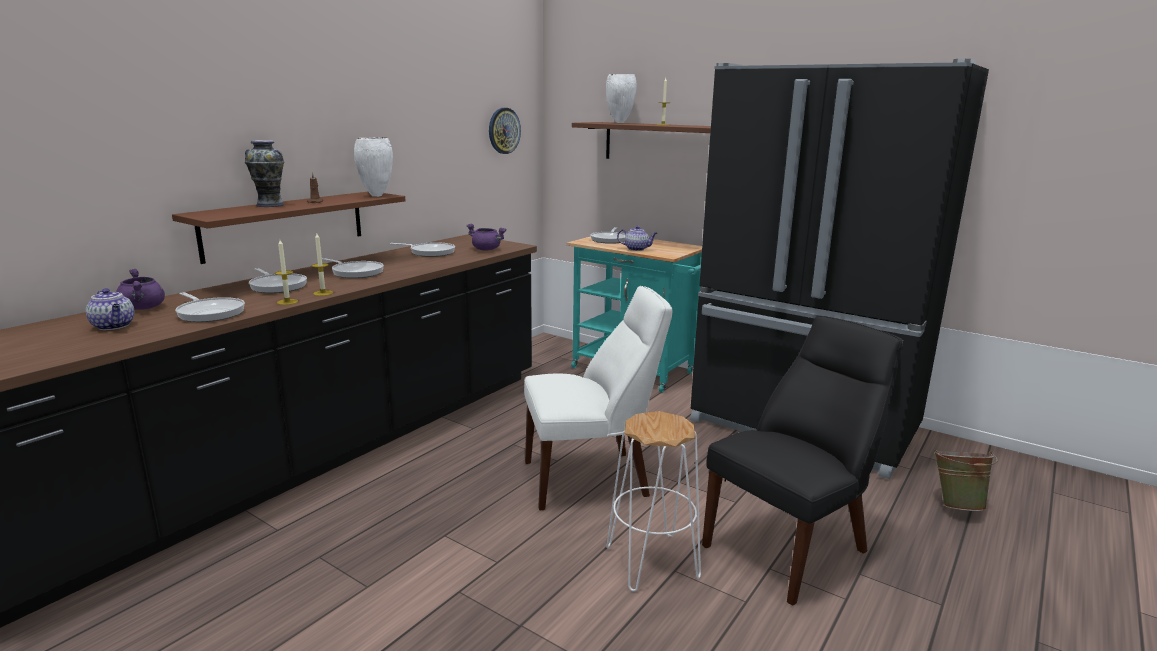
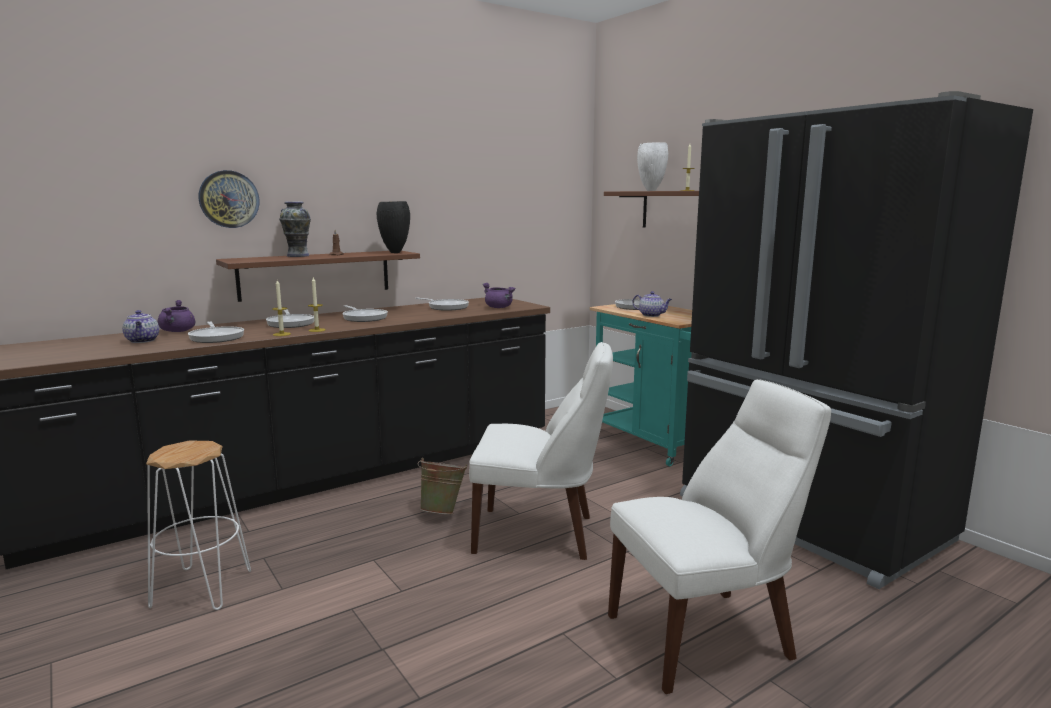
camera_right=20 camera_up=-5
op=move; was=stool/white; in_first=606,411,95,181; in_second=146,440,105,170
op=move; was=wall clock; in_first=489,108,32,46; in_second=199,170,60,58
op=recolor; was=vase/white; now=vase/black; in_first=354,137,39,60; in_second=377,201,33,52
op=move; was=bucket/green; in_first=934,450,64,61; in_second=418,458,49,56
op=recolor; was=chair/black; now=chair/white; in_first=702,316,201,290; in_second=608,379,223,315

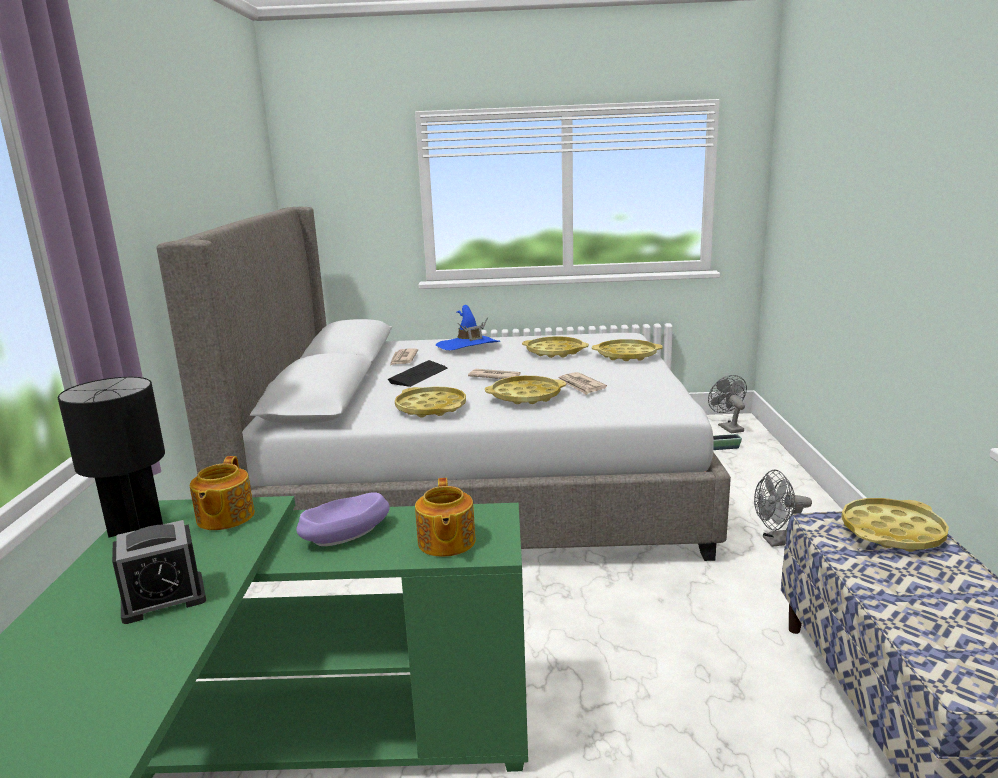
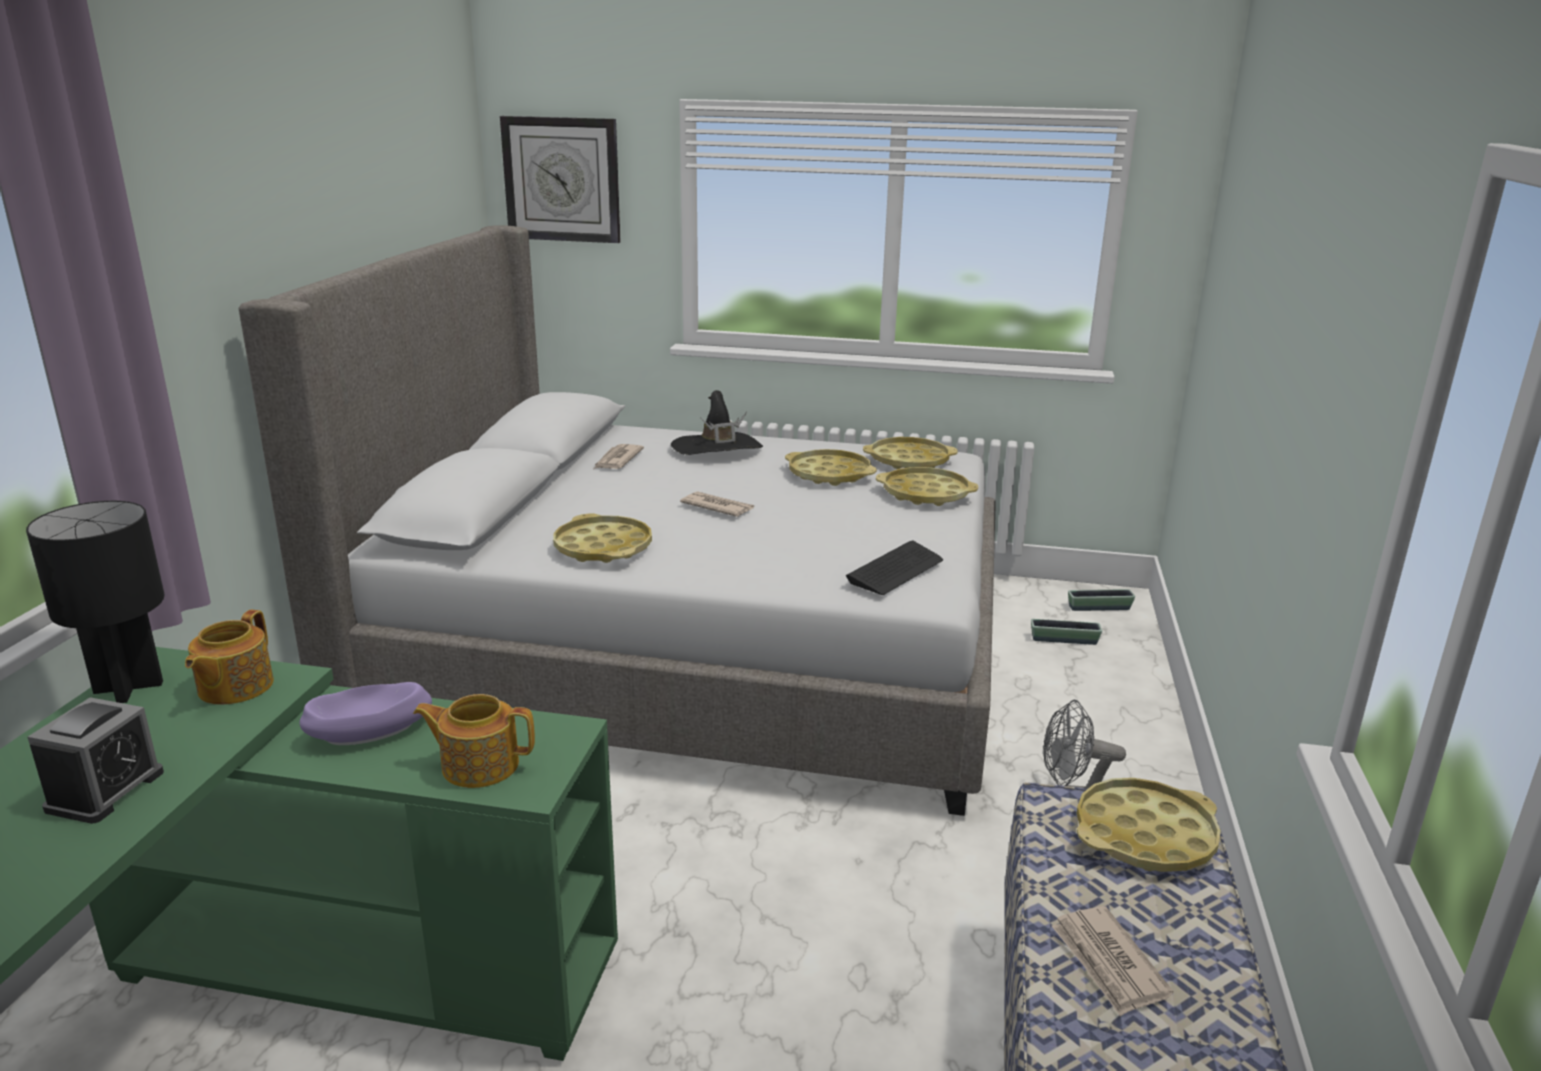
camera_right=10 camera_up=5
op=rotate; was=alarm clock; in_first=112,520,94,104; in_second=28,697,136,127; clockwise=-60
op=rotate; was=teapot; in_first=415,478,61,79; in_second=413,694,122,94; clockwise=90
op=insert; now=wall clock; in_second=500,116,121,127
op=recolor; was=hat/blue; now=hat/black; in_first=436,305,64,45; in_second=671,390,92,65
op=move; was=keyboard; in_first=388,360,59,27; in_second=846,540,97,55
op=move; was=tray/yellow; in_first=485,376,81,28; in_second=863,437,95,32
op=move; was=newspaper; in_first=557,372,50,23; in_second=1052,906,121,111
op=replace; was=fan/grey; now=planter; in_first=708,375,39,59; in_second=1068,589,67,22

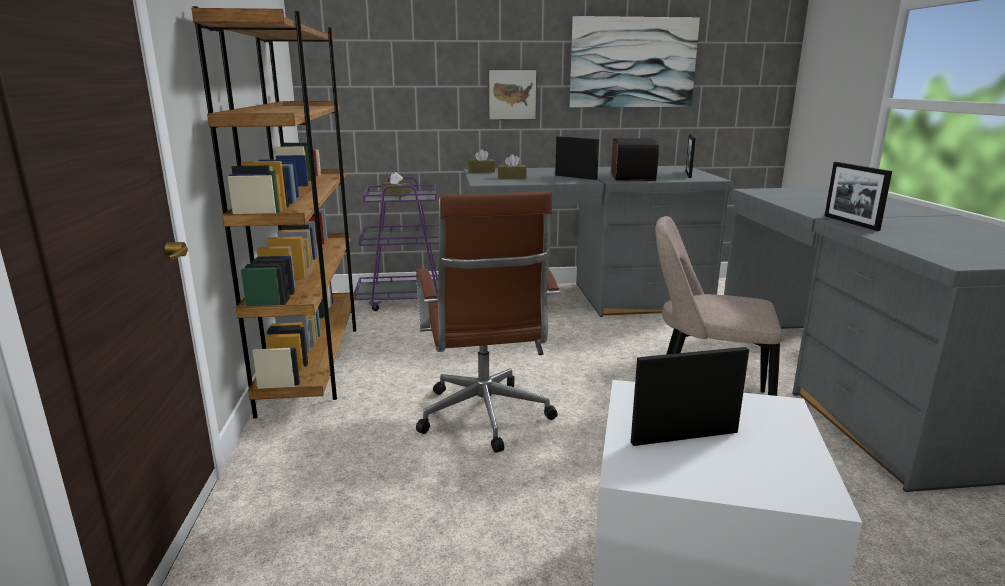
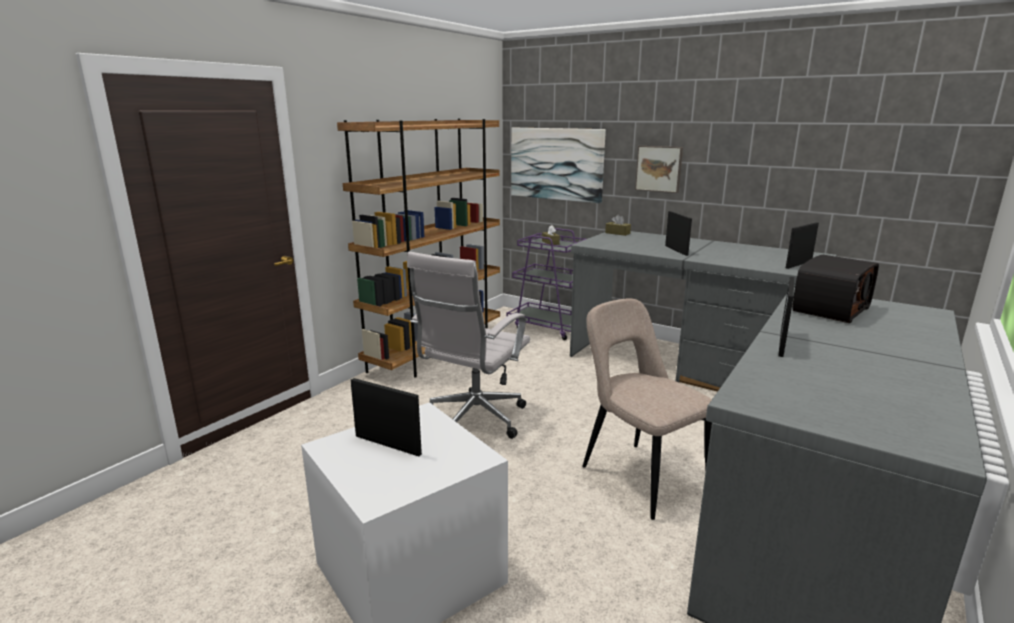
camera_right=40 camera_up=0
op=recolor; was=office chair/brown; now=office chair/white; in_first=416,191,144,262; in_second=407,252,123,187
op=move; was=picture; in_first=570,16,130,91; in_second=511,128,95,75
op=move; was=radio; in_first=611,138,48,43; in_second=792,255,87,68
op=delete; was=tissue box/brown; in_first=498,154,29,25

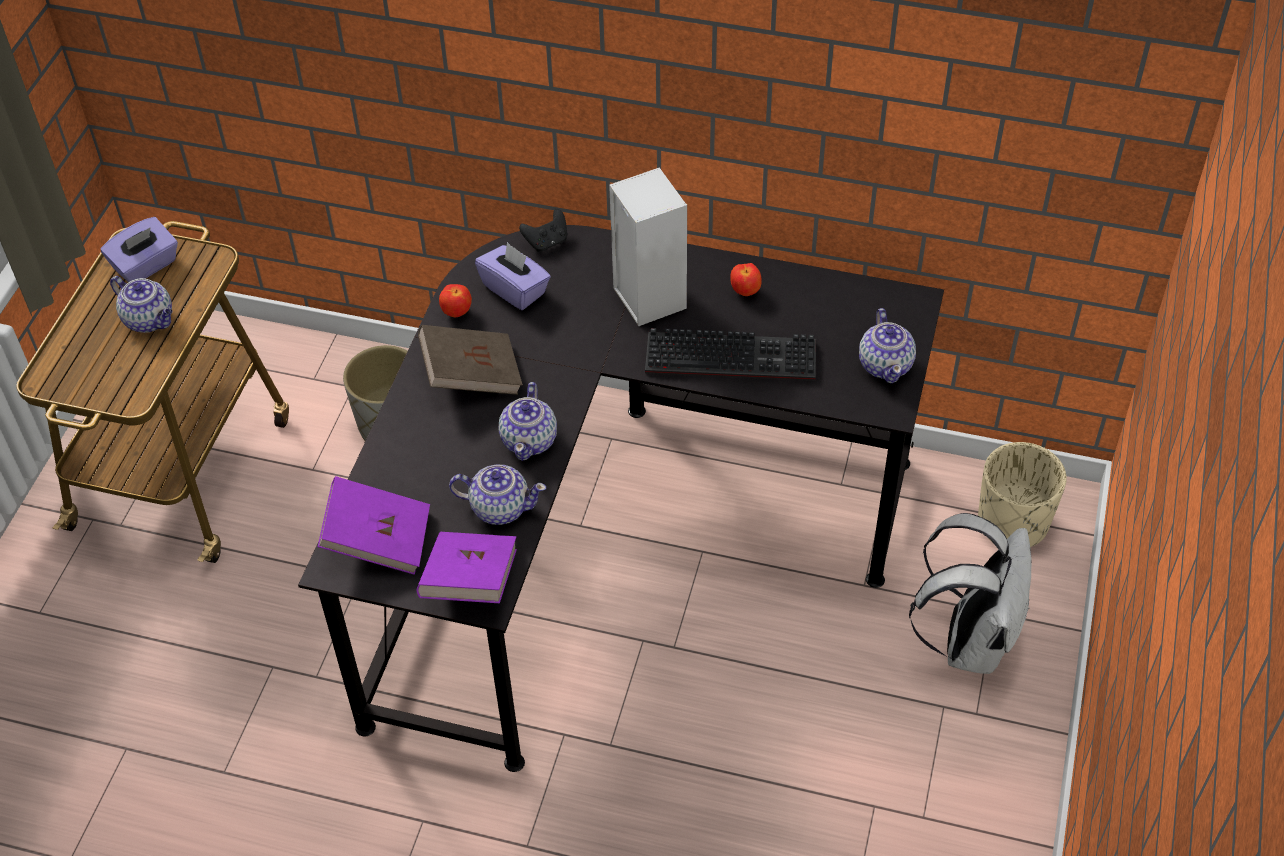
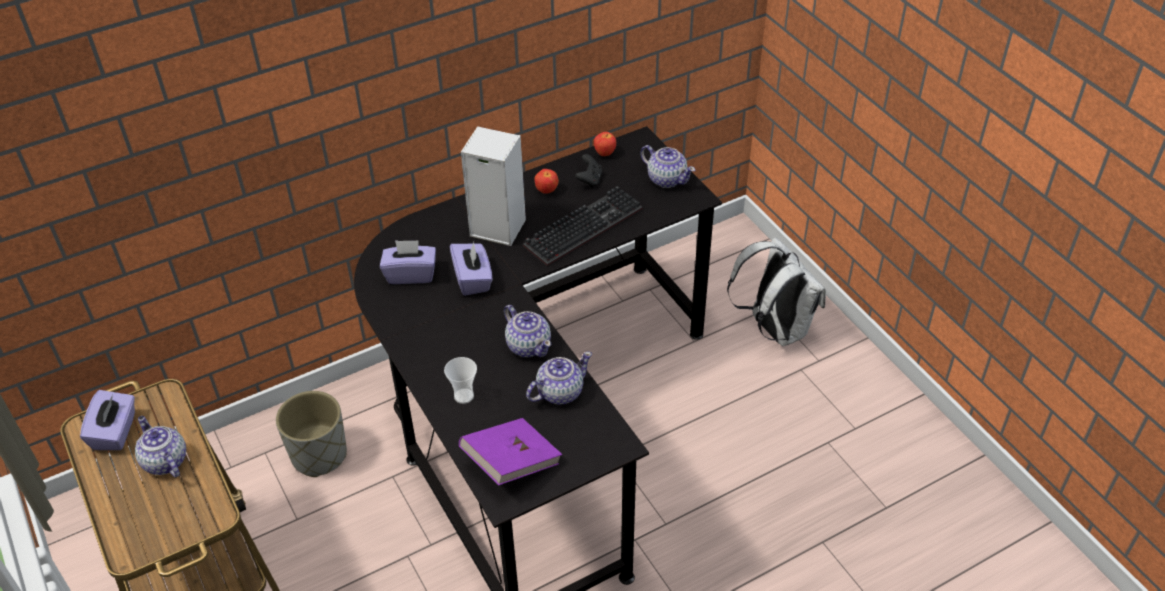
camera_right=-45 camera_up=-5
op=rotate; was=teapot; in_first=110,276,63,57; in_second=135,416,51,61; clockwise=-120
op=insert; now=cup; in_second=444,357,33,47
op=insert; now=tissue box/purple; in_second=450,242,43,54
op=move; was=game controller/black; in_first=519,209,48,43; in_second=575,154,27,34
op=move; was=apple; in_first=439,284,33,33; in_second=594,132,22,24
op=delete; was=book/purple; in_first=417,532,100,71
op=delete; was=book/brown; in_first=418,325,105,70
op=delete; was=planter/beige; in_first=978,442,89,105

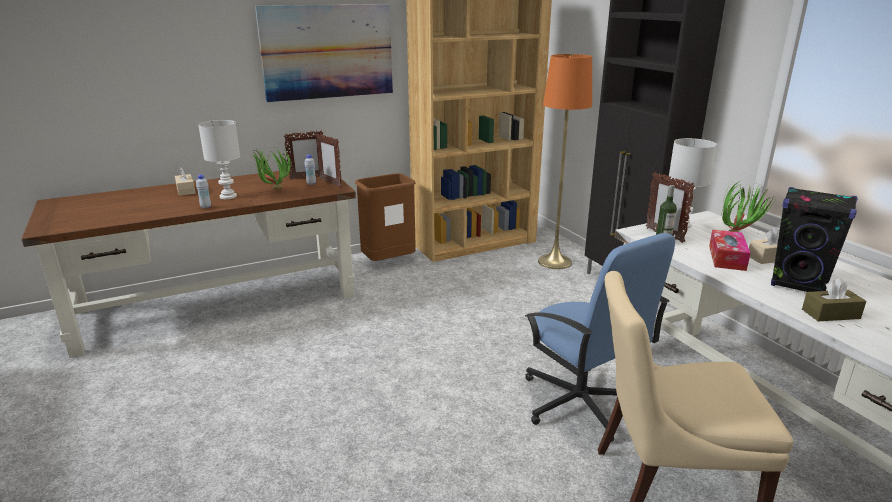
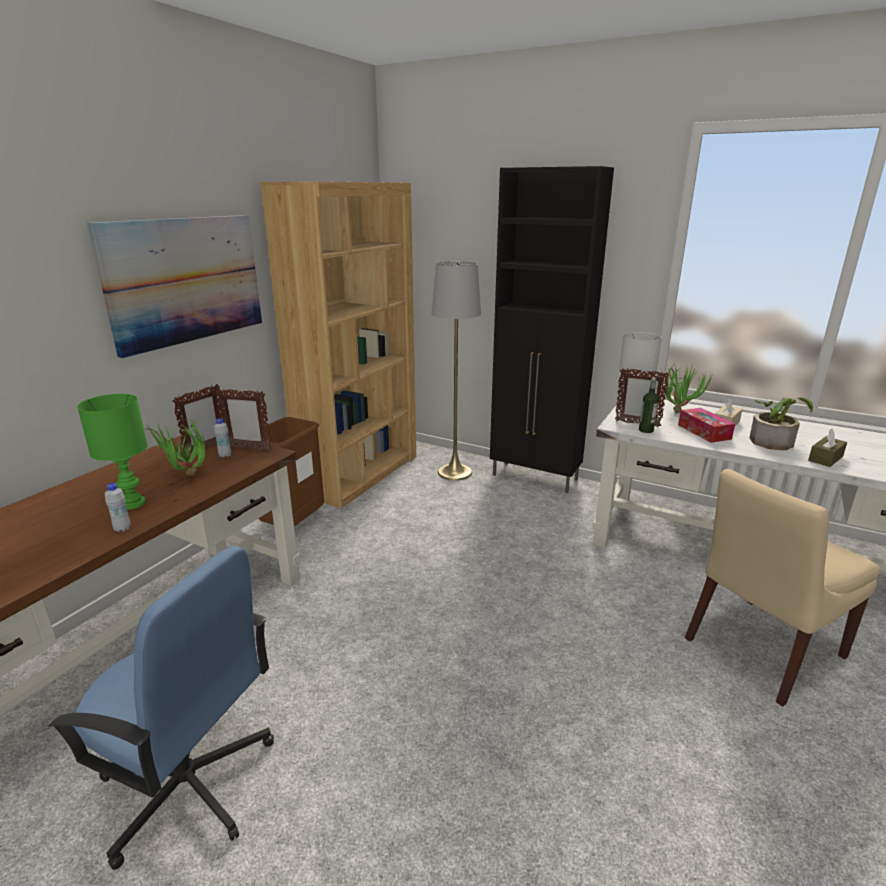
camera_right=-35 camera_up=0
op=move; was=office chair/blue; in_first=525,233,150,209; in_second=48,546,226,324
op=recolor; was=table lamp/white; now=table lamp/green; in_first=198,120,42,79; in_second=77,394,71,116
op=recolor; was=floor lamp/orange; now=floor lamp/grey; in_first=538,54,54,215; in_second=432,261,49,219
op=replace; was=speaker/black; now=potted plant; in_first=771,187,86,105; in_second=749,398,64,52
op=delete; was=tissue box/beige; in_first=175,167,20,29

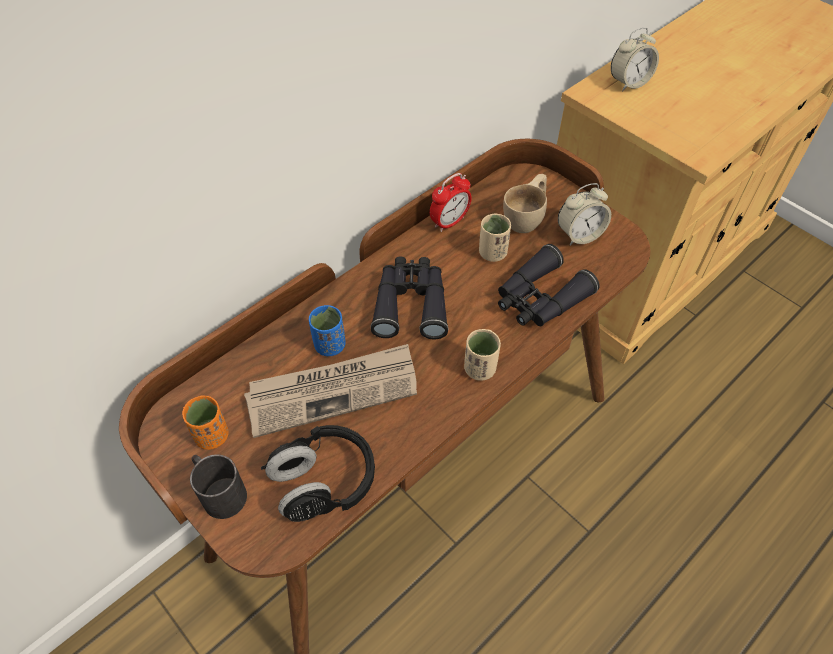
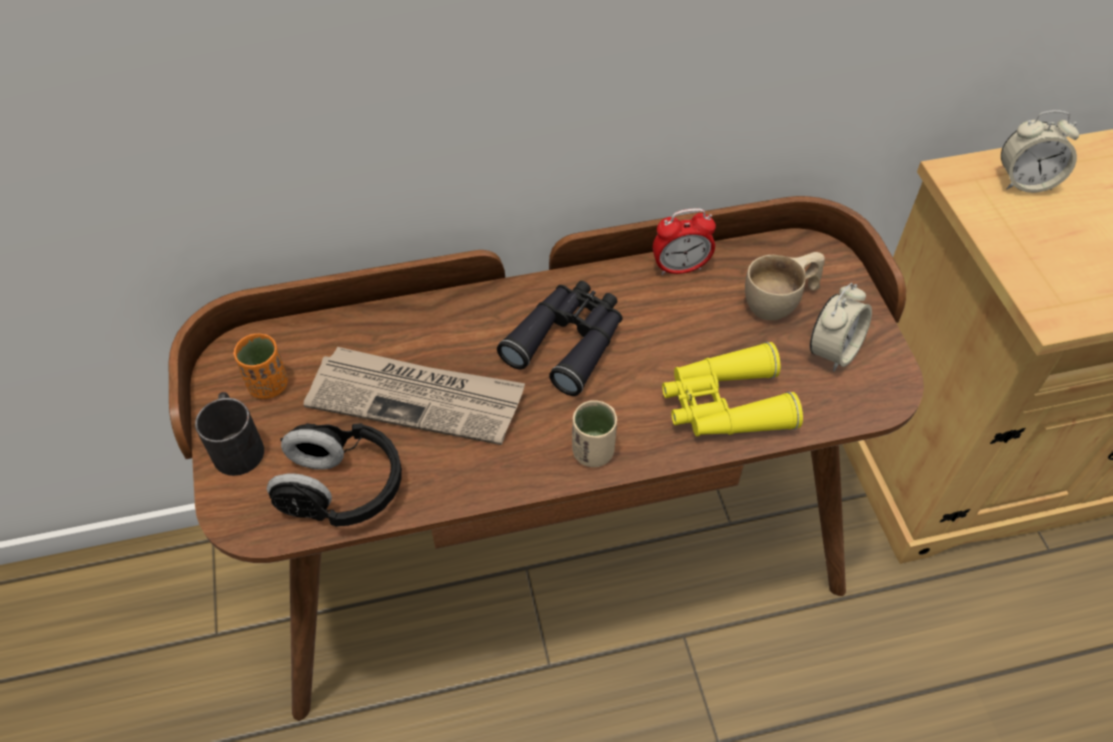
camera_right=30 camera_up=0
op=recolor; was=binoculars/black; now=binoculars/yellow; in_first=498,244,102,82; in_second=662,342,141,94
op=rotate; was=alarm clock; in_first=558,183,53,62; in_second=810,283,62,89; clockwise=-60
op=delete; was=cup/blue; in_first=309,305,37,51
op=delete; was=cup/beige; in_first=479,213,32,49

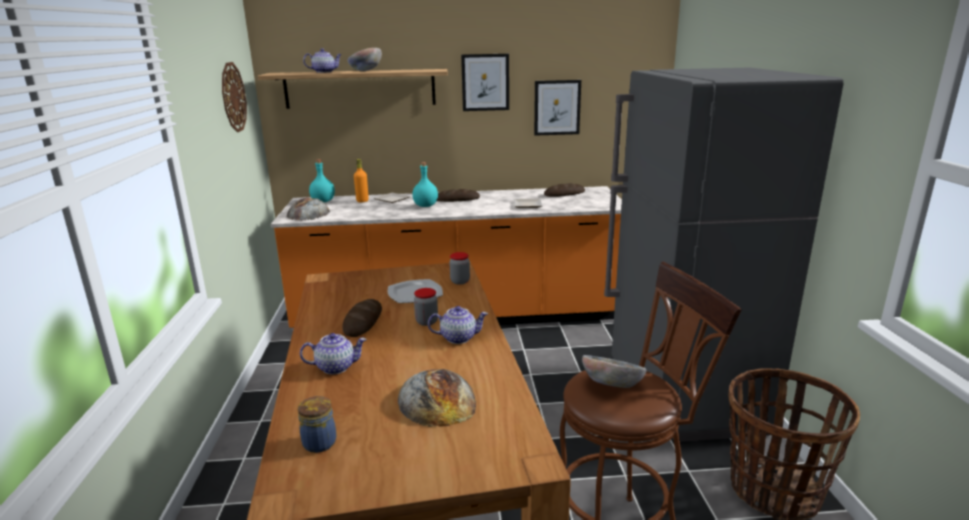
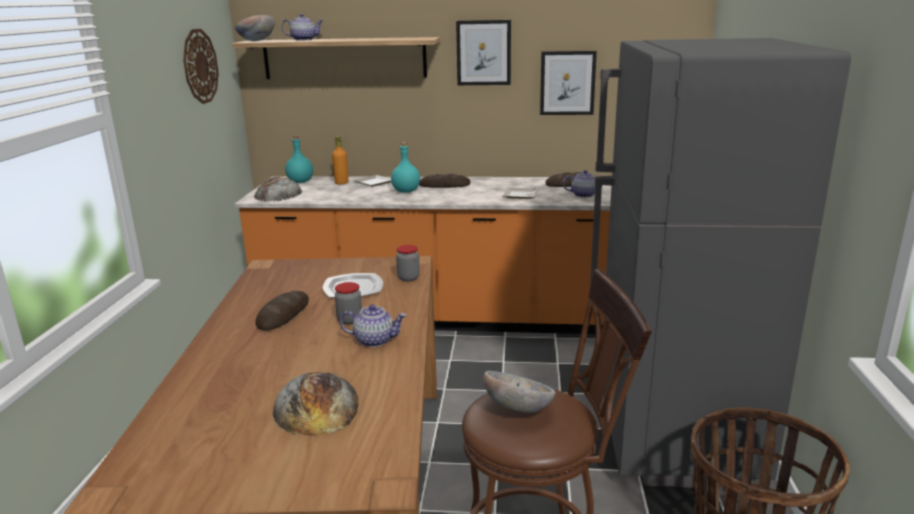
camera_right=10 camera_up=0
op=move; was=bowl; in_first=347,48,35,23; in_second=235,15,40,26
op=move; was=teapot; in_first=300,333,67,41; in_second=563,170,42,28
op=delete; was=jar; in_first=298,396,39,57

